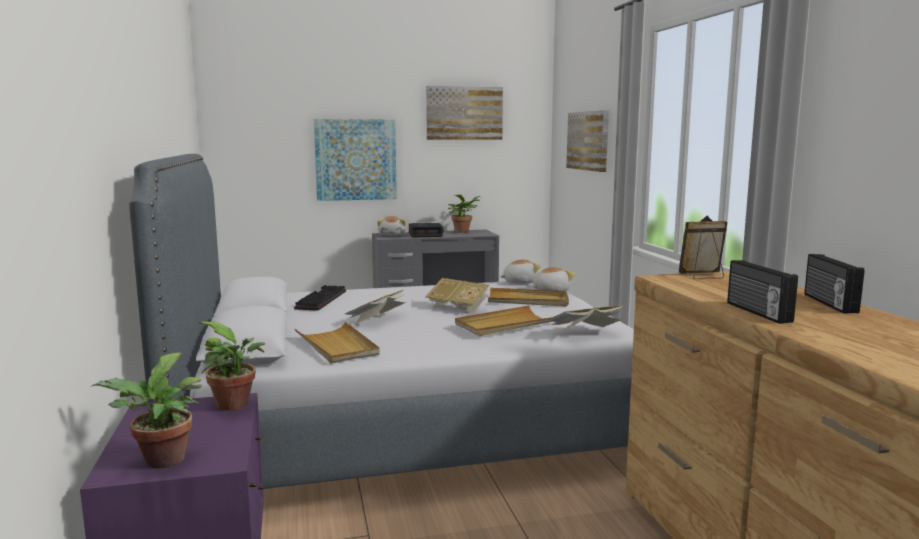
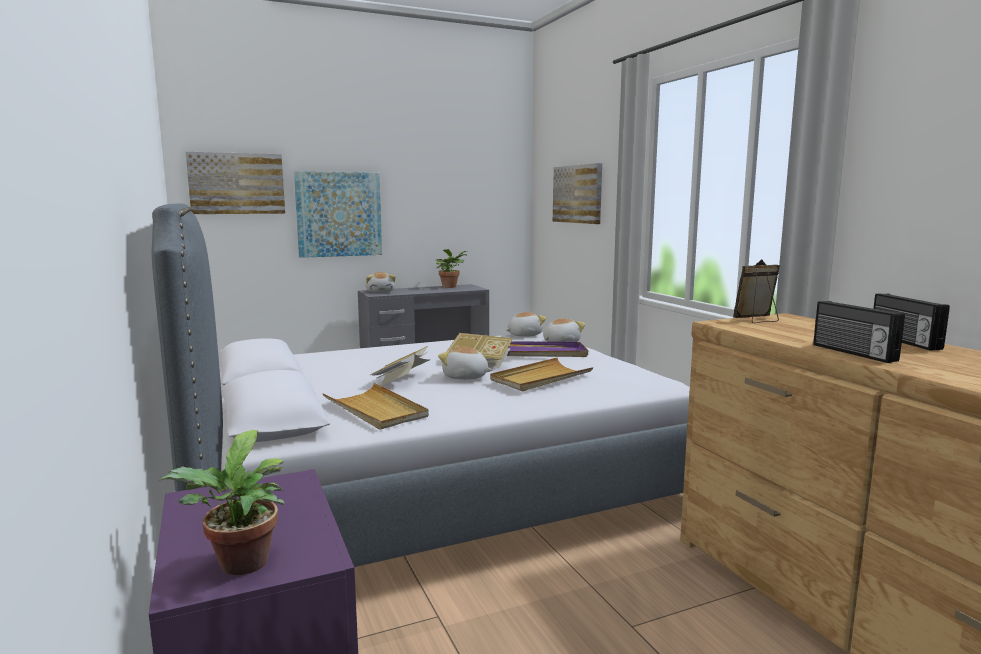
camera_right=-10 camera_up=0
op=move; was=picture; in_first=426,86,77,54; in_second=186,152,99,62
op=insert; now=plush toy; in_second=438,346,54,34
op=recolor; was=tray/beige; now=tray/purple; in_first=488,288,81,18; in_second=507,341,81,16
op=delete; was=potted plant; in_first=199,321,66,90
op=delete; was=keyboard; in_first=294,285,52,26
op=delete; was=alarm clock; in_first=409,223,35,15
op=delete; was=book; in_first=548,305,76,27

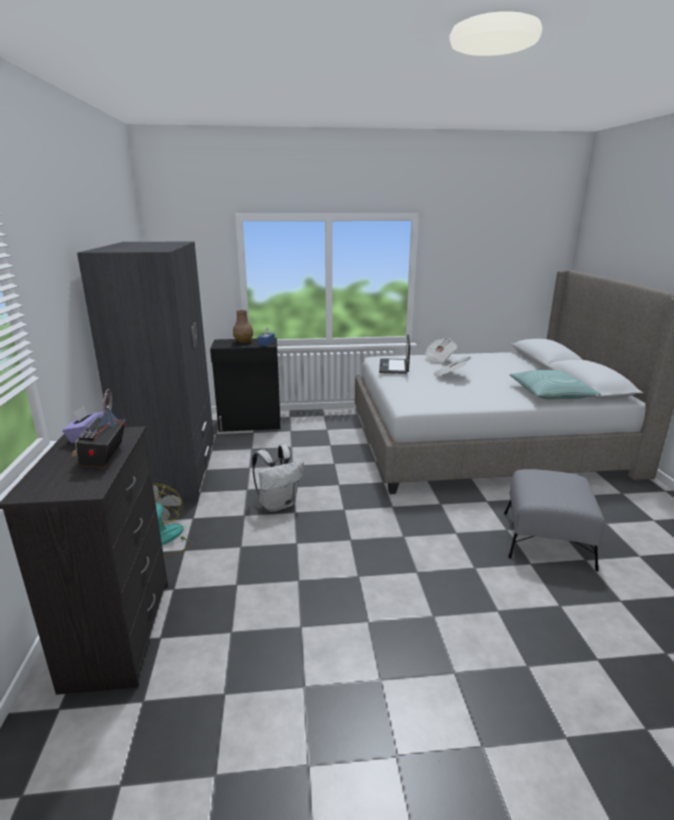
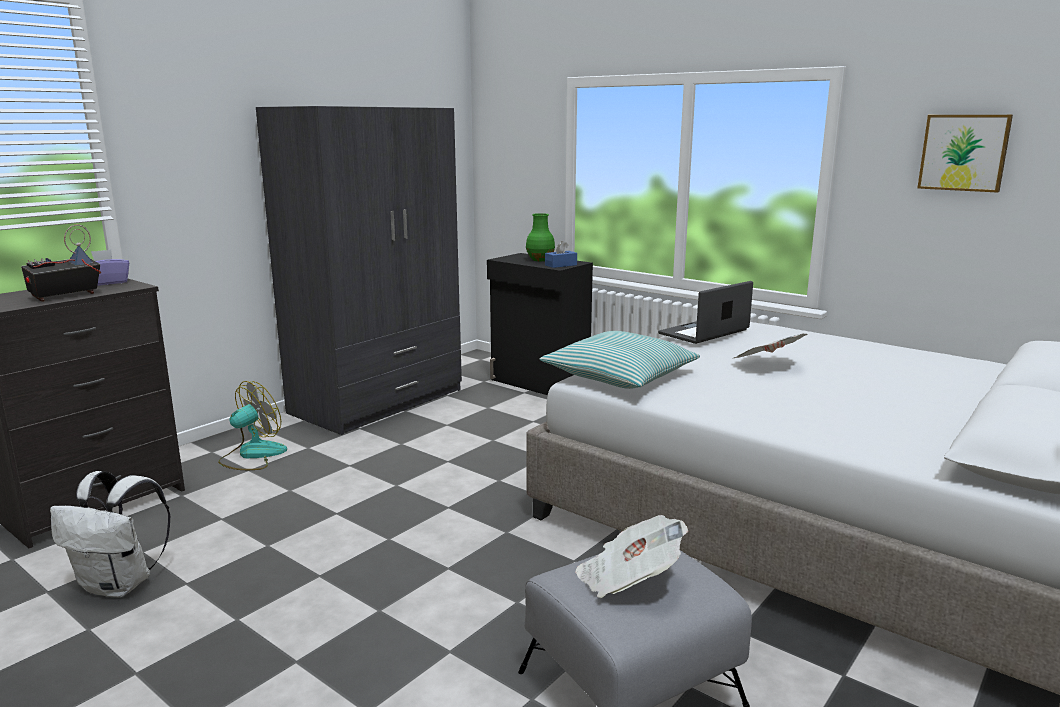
camera_right=45 camera_up=-5
op=move; was=backpack/white; in_first=252,444,52,68; in_second=50,471,121,127
op=recolor; was=vase/brown; now=vase/green; in_first=233,310,20,34; in_second=526,213,29,48
op=move; was=pillow; in_first=510,370,91,29; in_second=540,331,160,58
op=move; was=newspaper; in_first=425,338,32,24; in_second=575,515,113,83
op=insert; now=picture; in_second=917,115,96,78

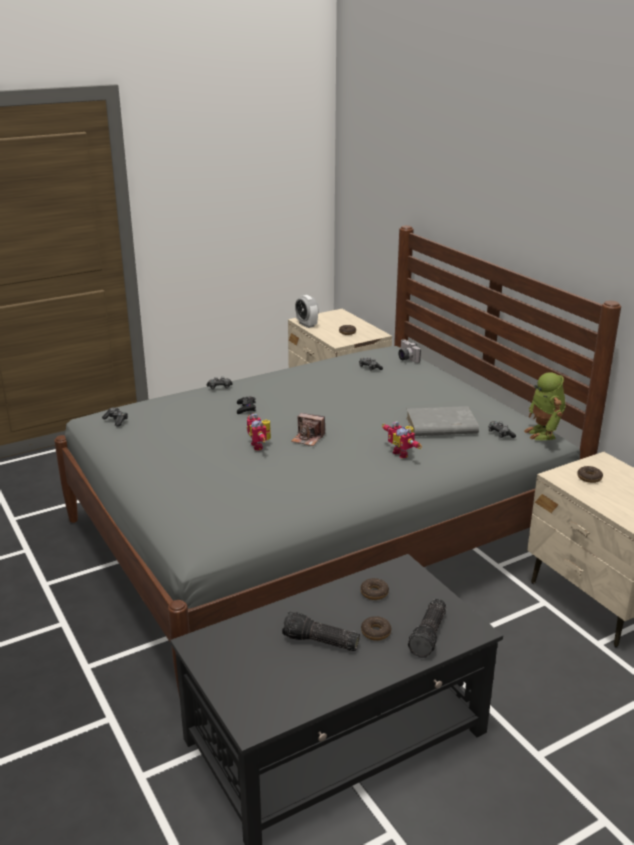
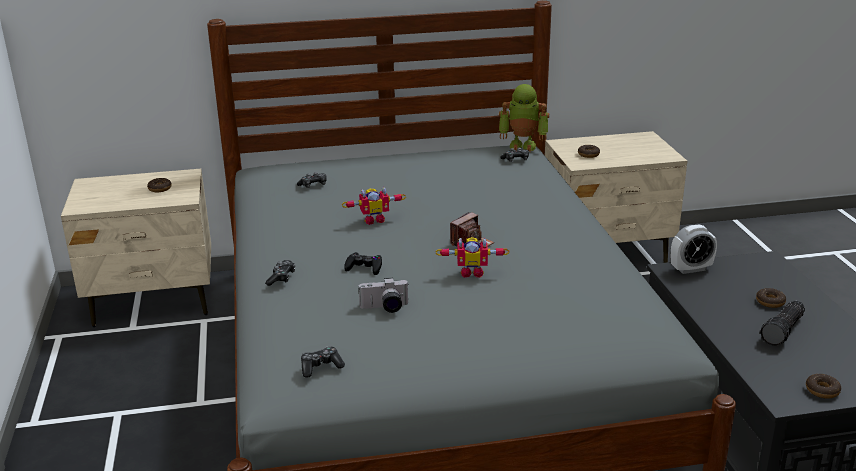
camera_right=-70 camera_up=0
op=move; was=toy robot; in_first=382,421,40,37; in_second=342,187,64,38
op=move; was=photo camera; in_first=399,339,22,24; in_second=359,278,49,35
op=move; was=alarm clock; in_first=295,295,24,33; in_second=671,225,46,49
op=move; was=donut; in_first=360,578,29,22; in_second=806,374,35,25
op=delete; was=book/grey; in_first=406,406,73,30
op=delete; was=flashlight; in_first=408,599,38,59

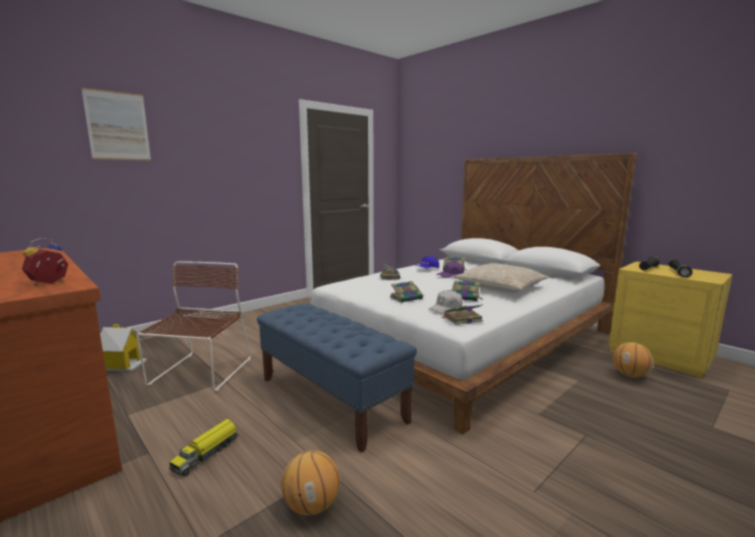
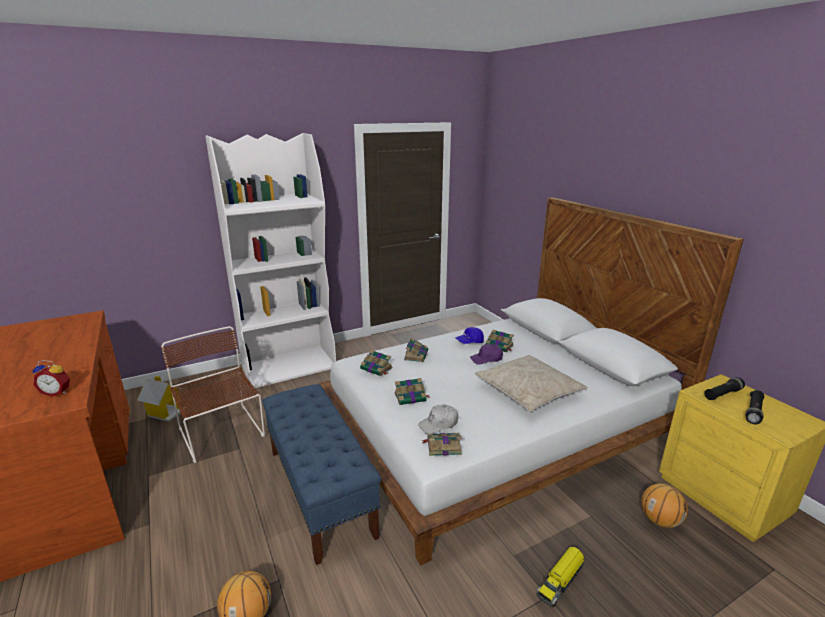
camera_right=15 camera_up=10
op=rotate; was=alarm clock; in_first=22,238,46,47; in_second=33,360,37,37; clockwise=-135
op=rotate; was=chair/brown; in_first=136,261,115,131; in_second=161,326,104,137; clockwise=-60
op=insert; now=bookcase/white; in_second=205,133,131,255
op=move; was=book; in_first=452,280,31,21; in_second=360,350,33,26
op=move; was=toy truck; in_first=169,419,70,57; in_second=537,547,47,61
op=delete; was=picture; in_first=81,87,70,74

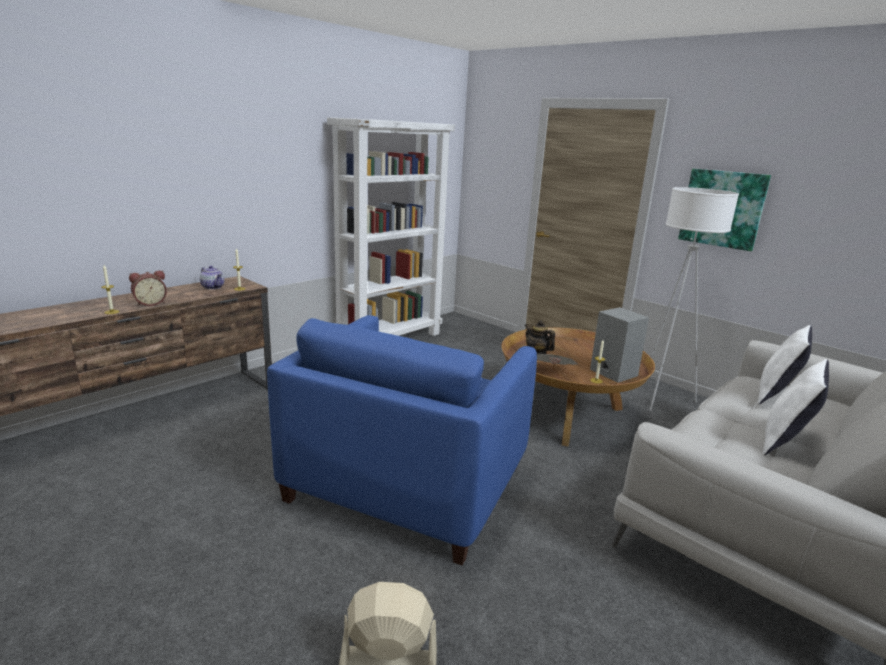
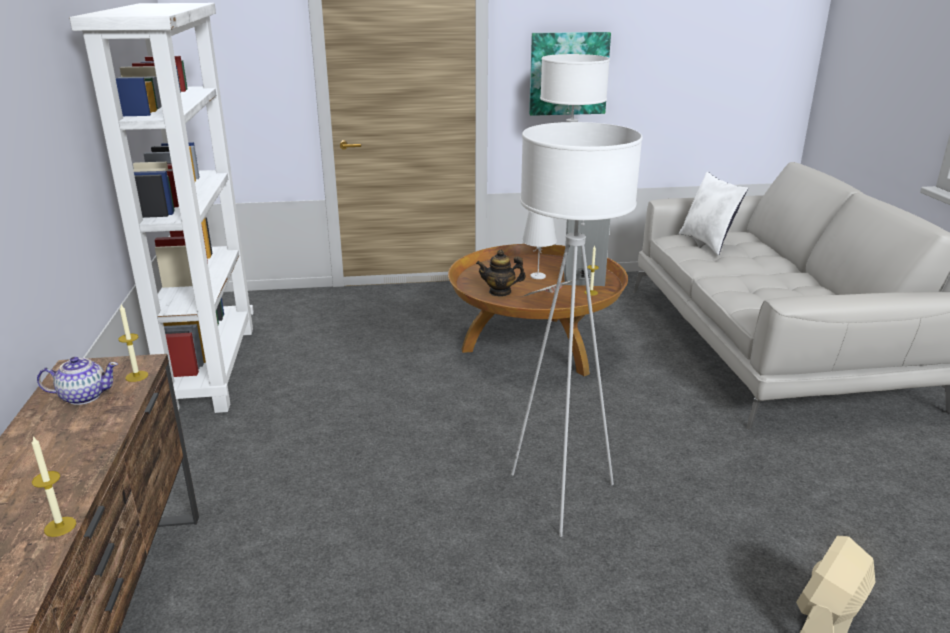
camera_right=-50 camera_up=5
op=replace; was=armchair/blue; now=floor lamp/white; in_first=267,315,270,250; in_second=511,122,132,415
op=insert; now=table lamp/white; in_second=522,211,35,68
op=delete; was=alarm clock; in_first=129,270,38,36
op=delete; was=pillow/white; in_first=763,359,66,96

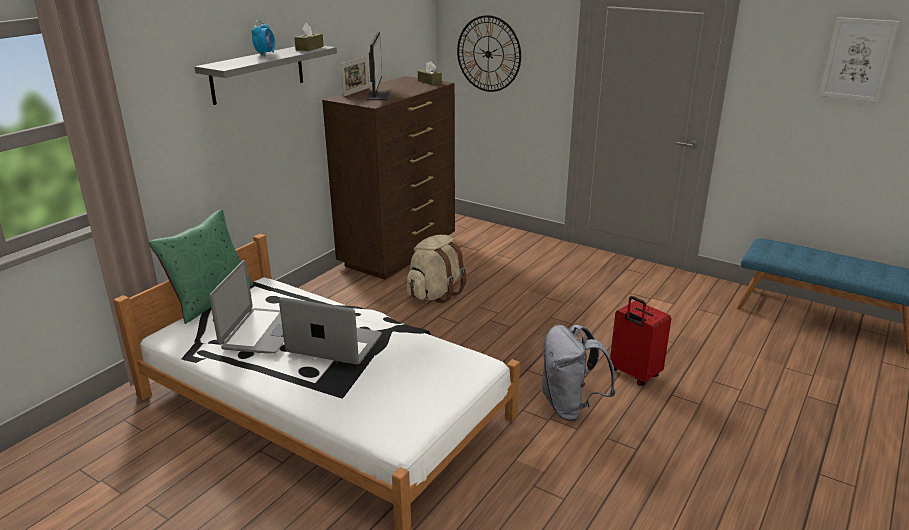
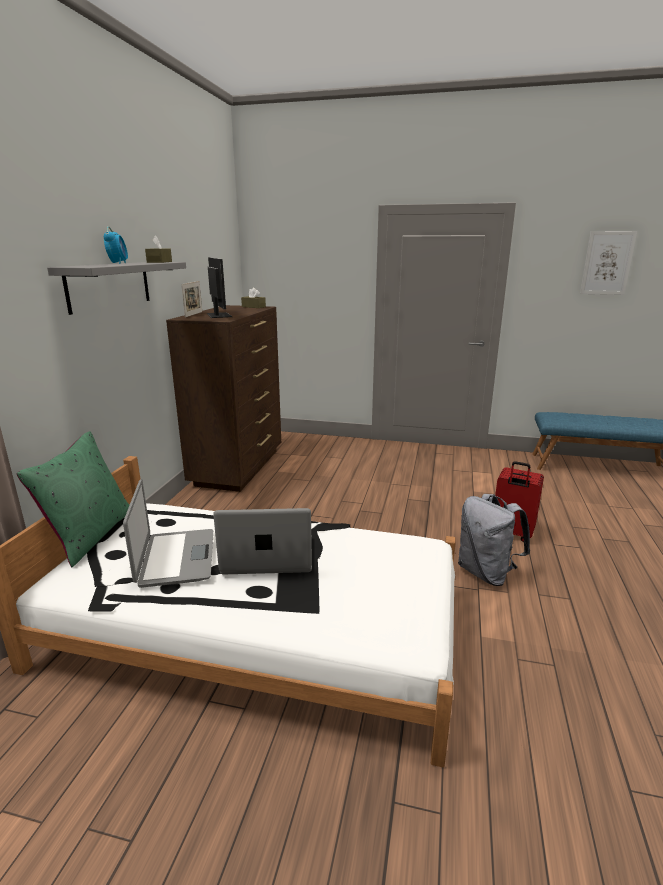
camera_right=-20 camera_up=-5
op=delete; was=backpack/beige; in_first=407,235,60,68
op=delete; was=wall clock; in_first=457,15,64,77

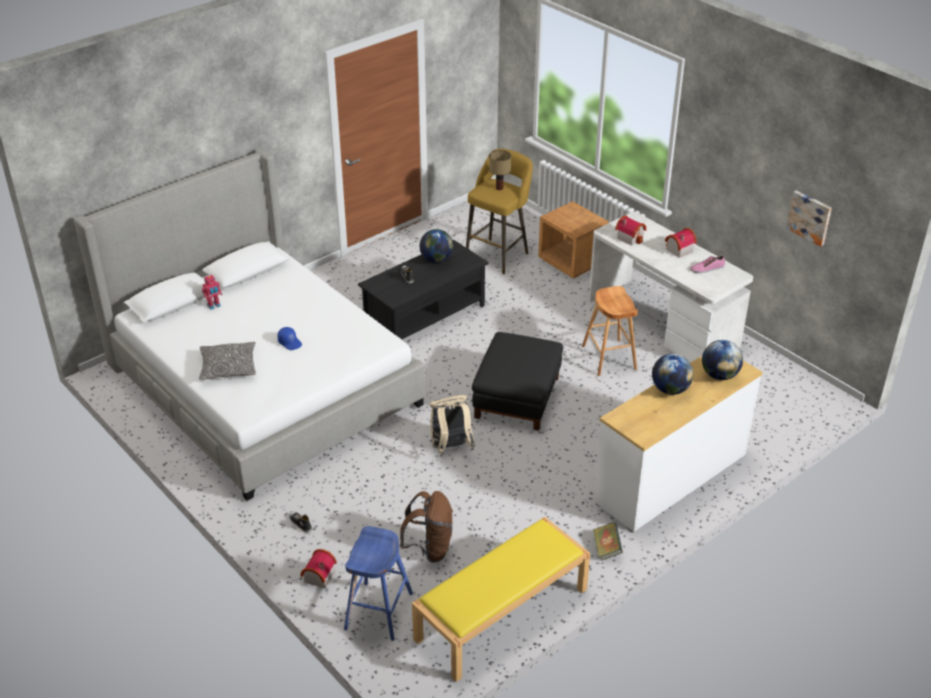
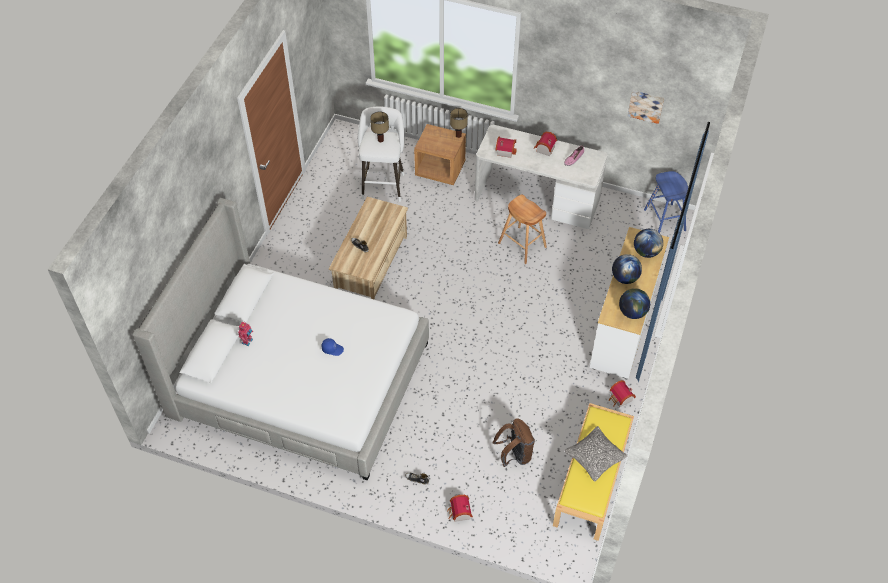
camera_right=-30 camera_up=15
op=recolor; was=coffee table/black; now=coffee table/beige; in_first=358,240,131,99; in_second=329,197,79,103
op=recolor; was=stool/yellow; now=stool/white; in_first=466,149,67,125; in_second=358,106,47,96
op=insert; now=table lamp; in_second=450,108,18,30
op=move; was=pillow; in_first=199,342,57,38; in_second=564,426,63,56
op=replace; was=book; now=toy house; in_first=593,522,30,38; in_second=609,380,27,27
op=move; was=globe; in_first=420,229,33,34; in_second=619,288,31,31
op=move; was=stool/blue; in_first=344,526,69,115; in_second=644,171,44,62
op=delete; was=backpack/beige; in_first=430,395,46,59
op=delete; was=ottoman/black; in_first=472,332,91,99

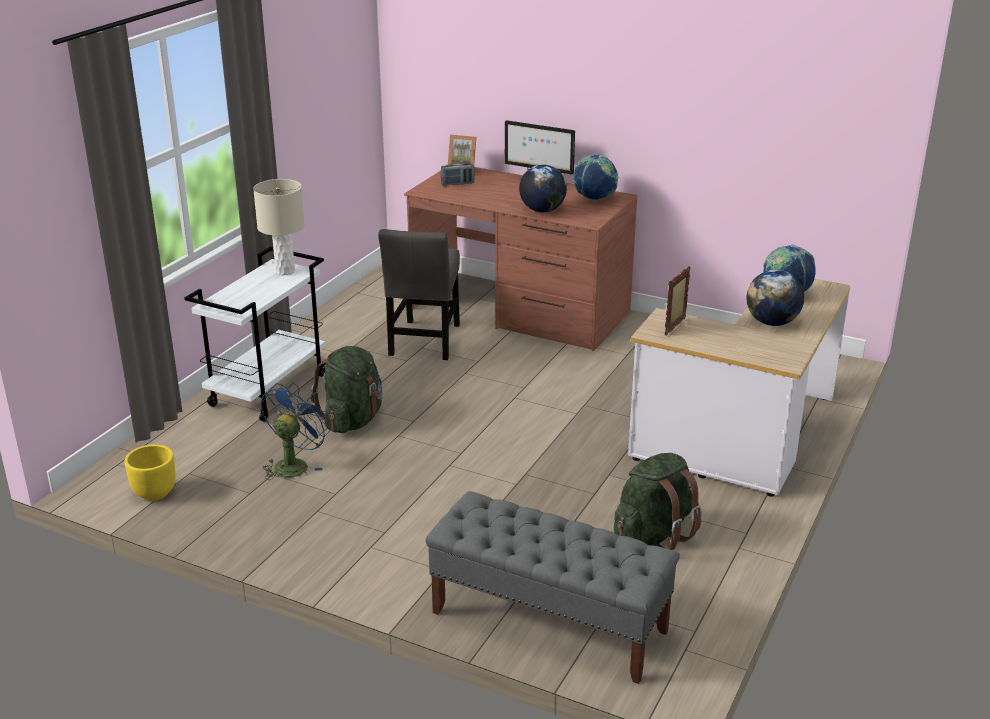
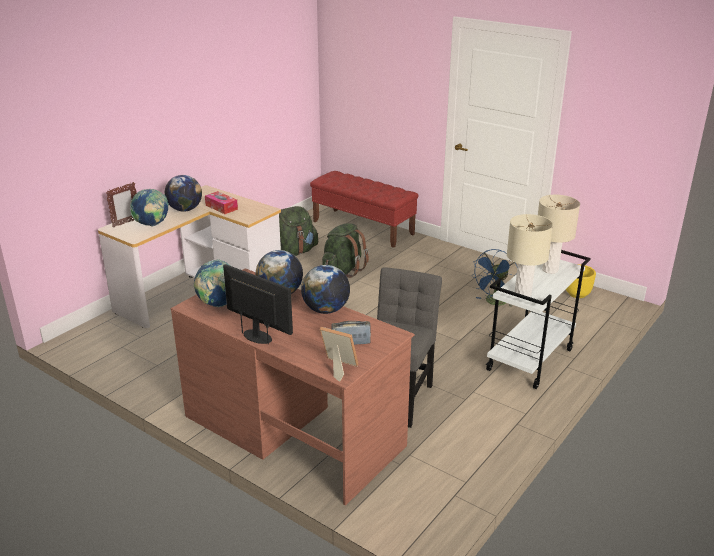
camera_right=-170 camera_up=0
op=move; was=picture frame; in_first=665,266,26,70; in_second=106,182,30,45
op=insert; now=tissue box; in_second=205,191,33,23
op=insert; now=globe; in_second=301,265,49,49
op=recolor; was=bench/grey; now=bench/red; in_first=425,491,255,193; in_second=310,171,109,77
op=move; was=backpack/green; in_first=311,346,71,87; in_second=322,223,47,55
op=insert; now=table lamp/beige; in_second=538,195,42,79

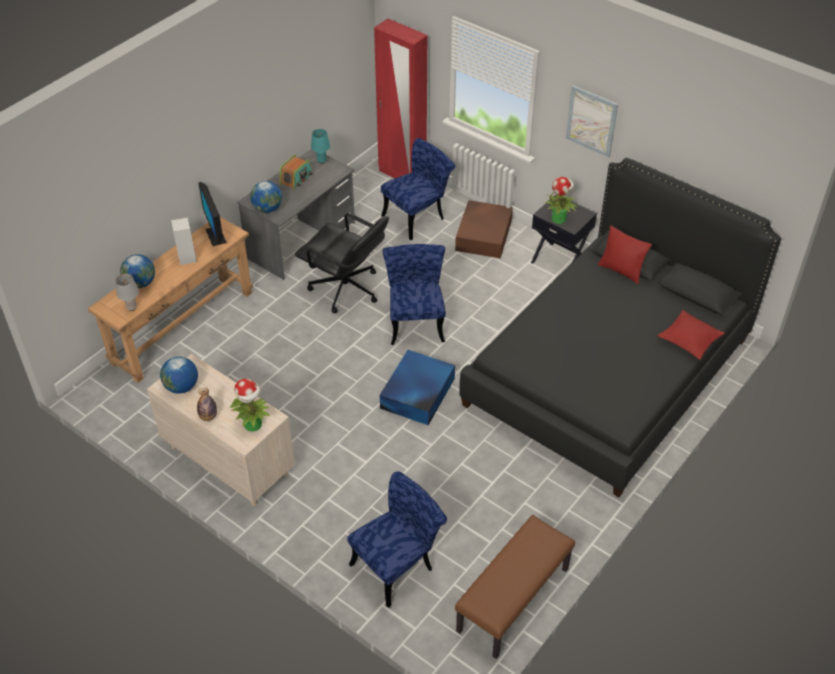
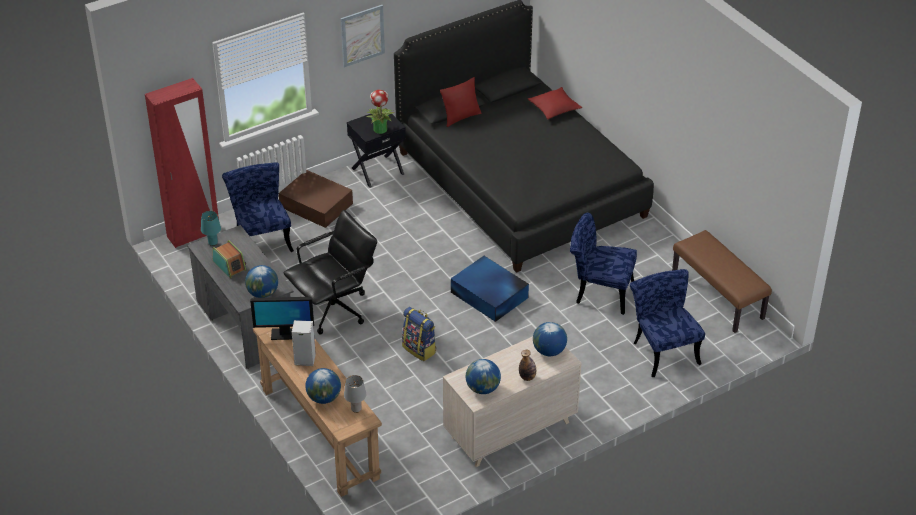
camera_right=-70 camera_up=-5
op=insert; now=backpack; in_second=402,307,34,54
op=replace; was=potted plant; now=globe; in_first=230,378,40,54; in_second=533,322,34,34
op=move; was=chair/blue; in_first=383,244,63,101; in_second=570,213,67,102

